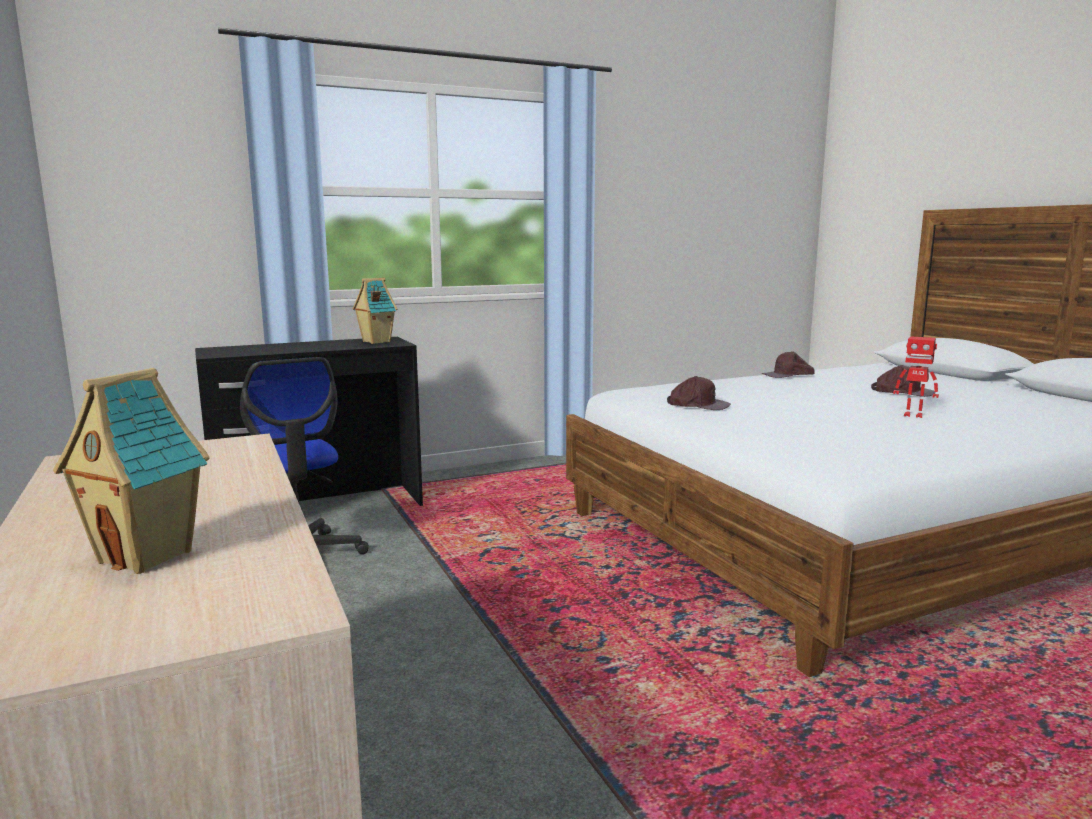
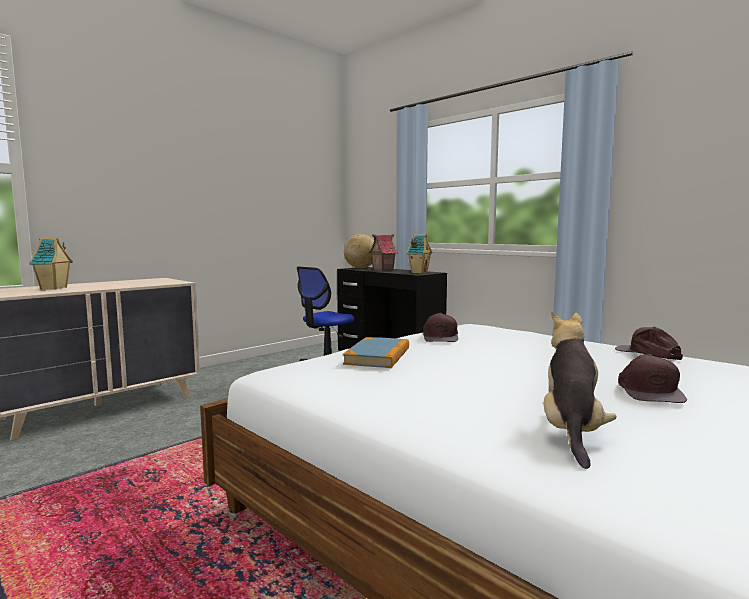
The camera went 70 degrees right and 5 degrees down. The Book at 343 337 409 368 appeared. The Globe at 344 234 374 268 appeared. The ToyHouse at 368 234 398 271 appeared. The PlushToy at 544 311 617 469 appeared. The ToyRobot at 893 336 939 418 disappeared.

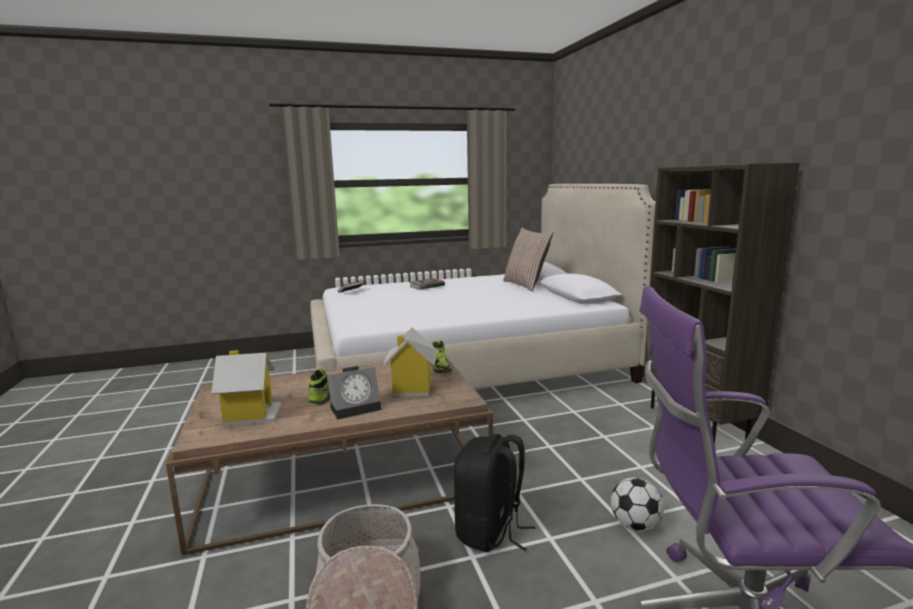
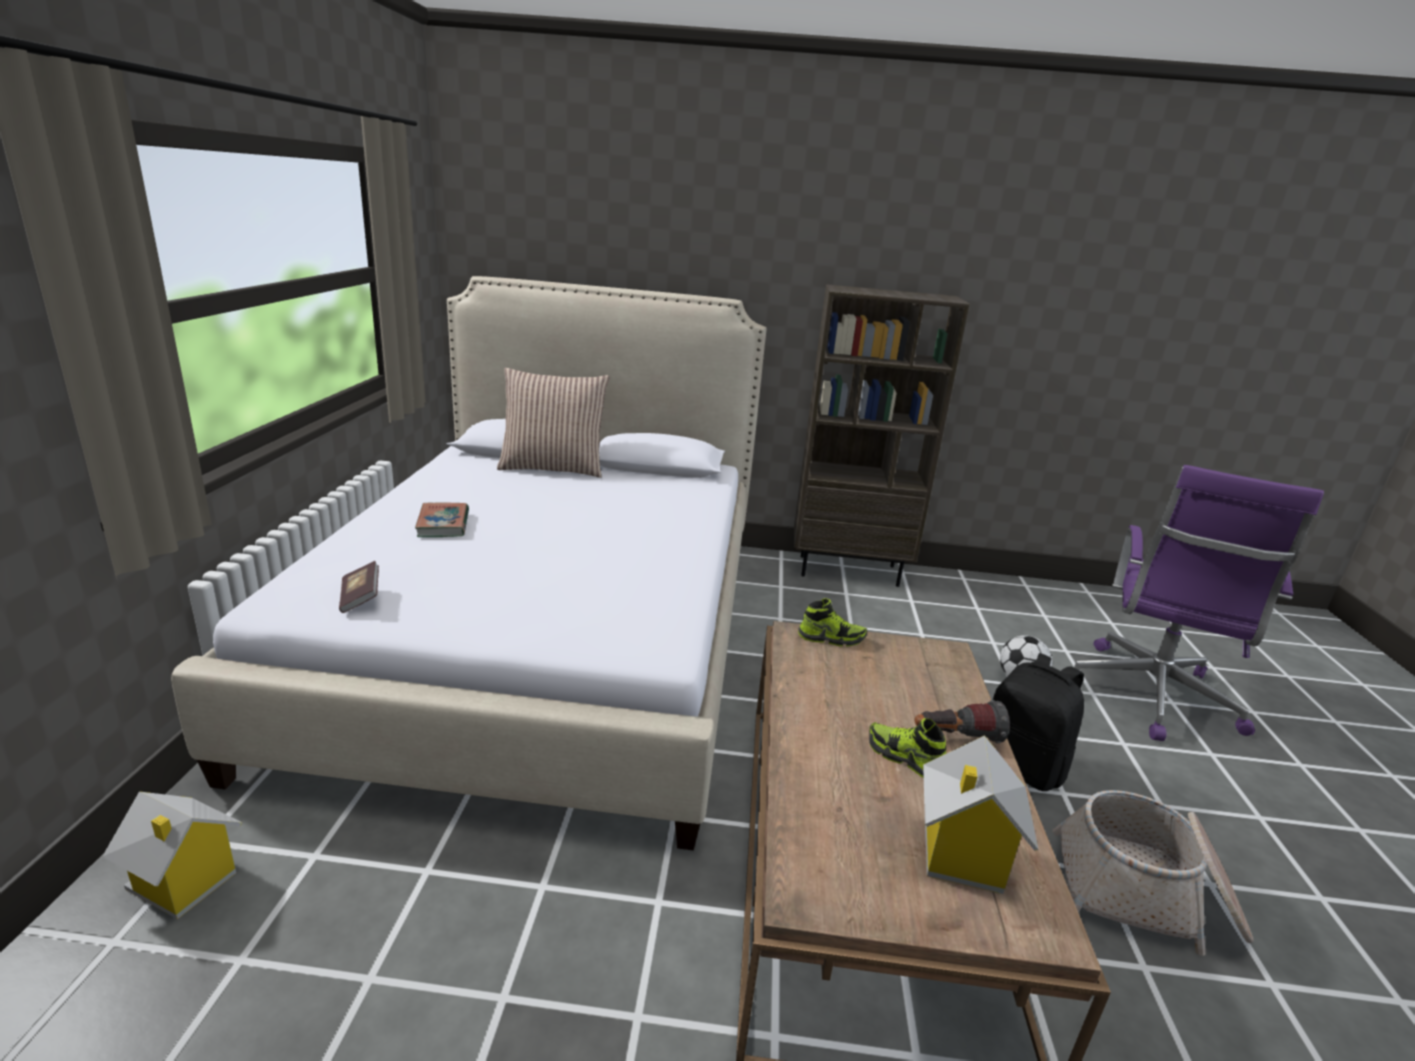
The camera went 70 degrees left and 10 degrees up. The ToyHouse moved from 383 327 437 396 to 102 791 242 919. The AlarmClock at 327 366 381 419 was replaced by the Flashlight at 915 700 1010 743.

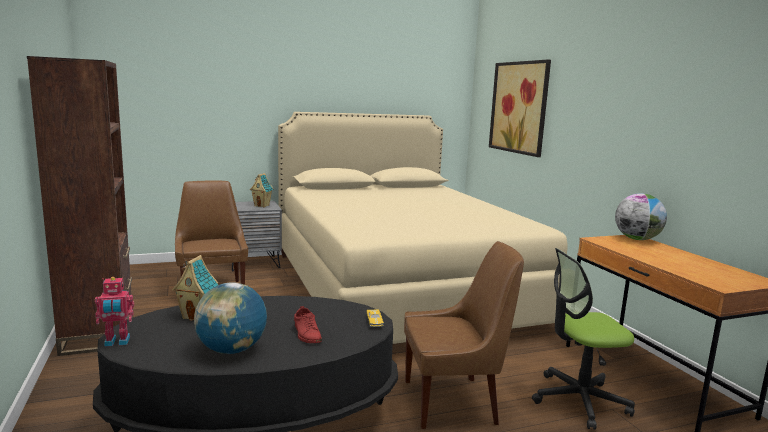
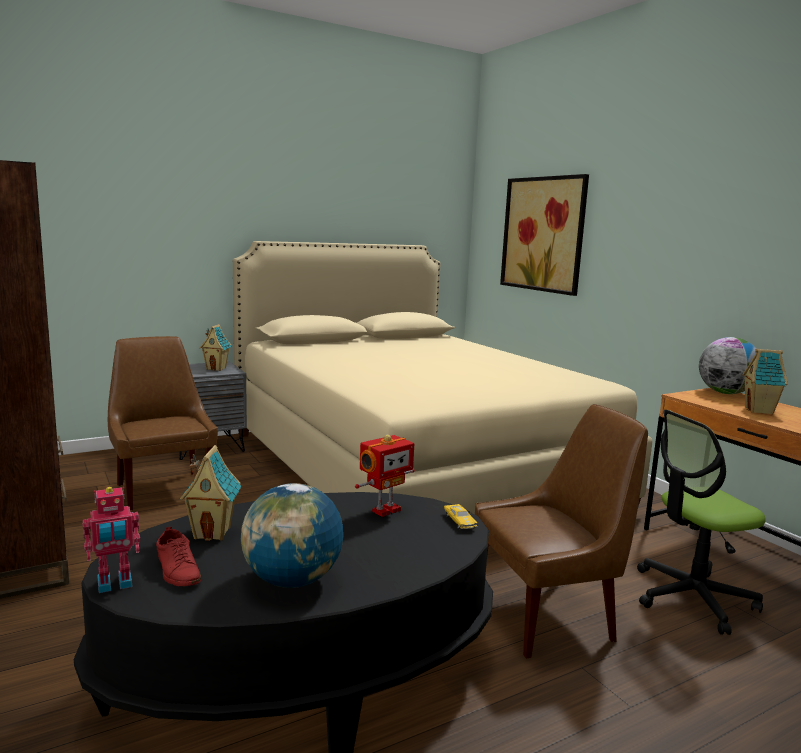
The camera went 10 degrees left and 0 degrees up. The RedShoe moved from 294 306 322 343 to 156 526 201 586. The ToyRobot at 355 435 415 517 appeared. The ToyHouse at 743 349 788 414 appeared.

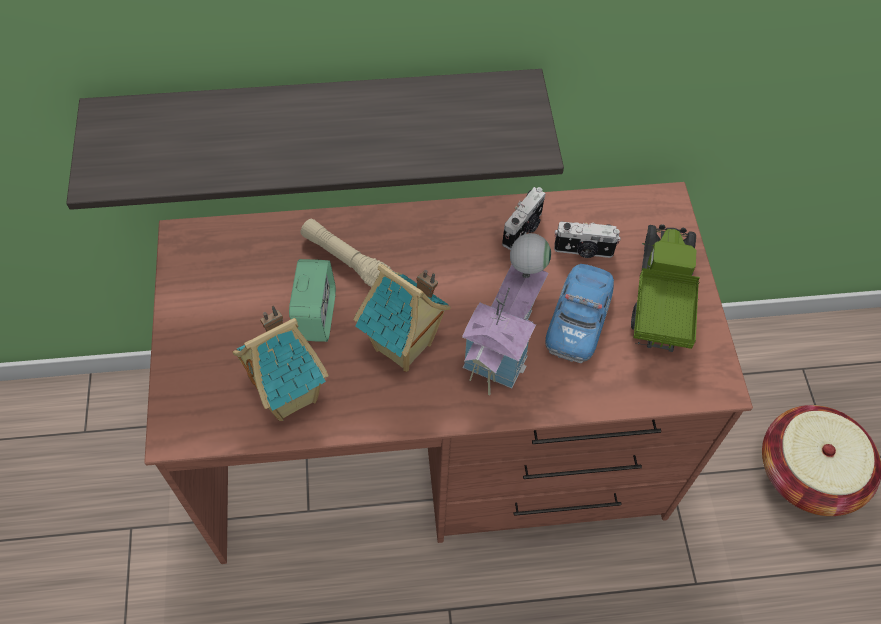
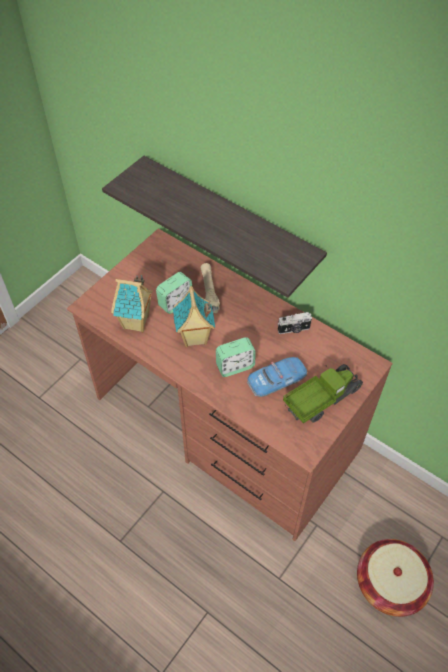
The camera went 45 degrees right and 5 degrees down. The ToyHouse at 462 233 551 395 was replaced by the AlarmClock at 216 337 256 377. The PhotoCamera at 554 222 621 258 disappeared.

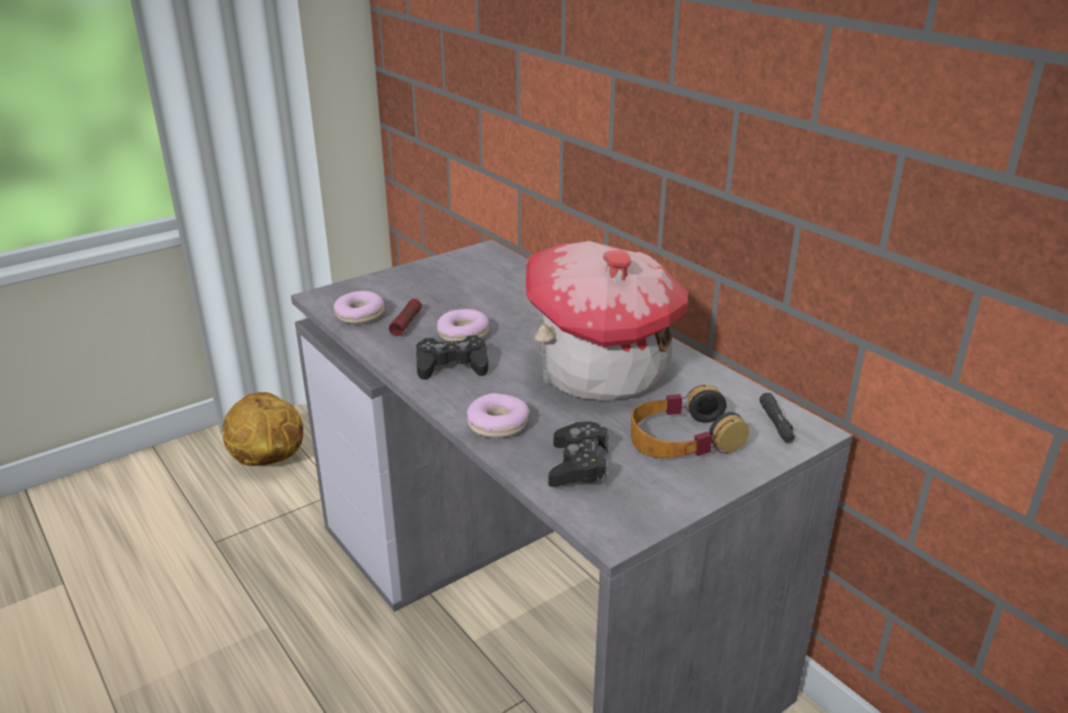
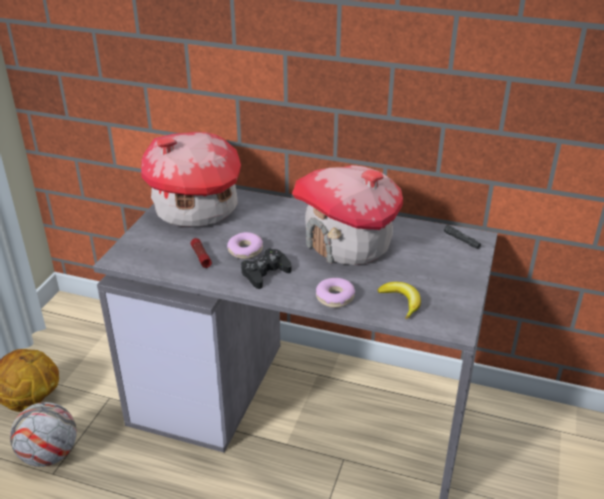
The camera went 35 degrees left and 5 degrees up. The Football at 10 402 77 467 appeared. The ToyHouse at 141 132 241 226 appeared. The BlackGameController at 548 421 609 487 was replaced by the Banana at 378 282 421 319. The Donut at 333 291 384 324 disappeared. The Headphones at 631 385 750 458 disappeared.

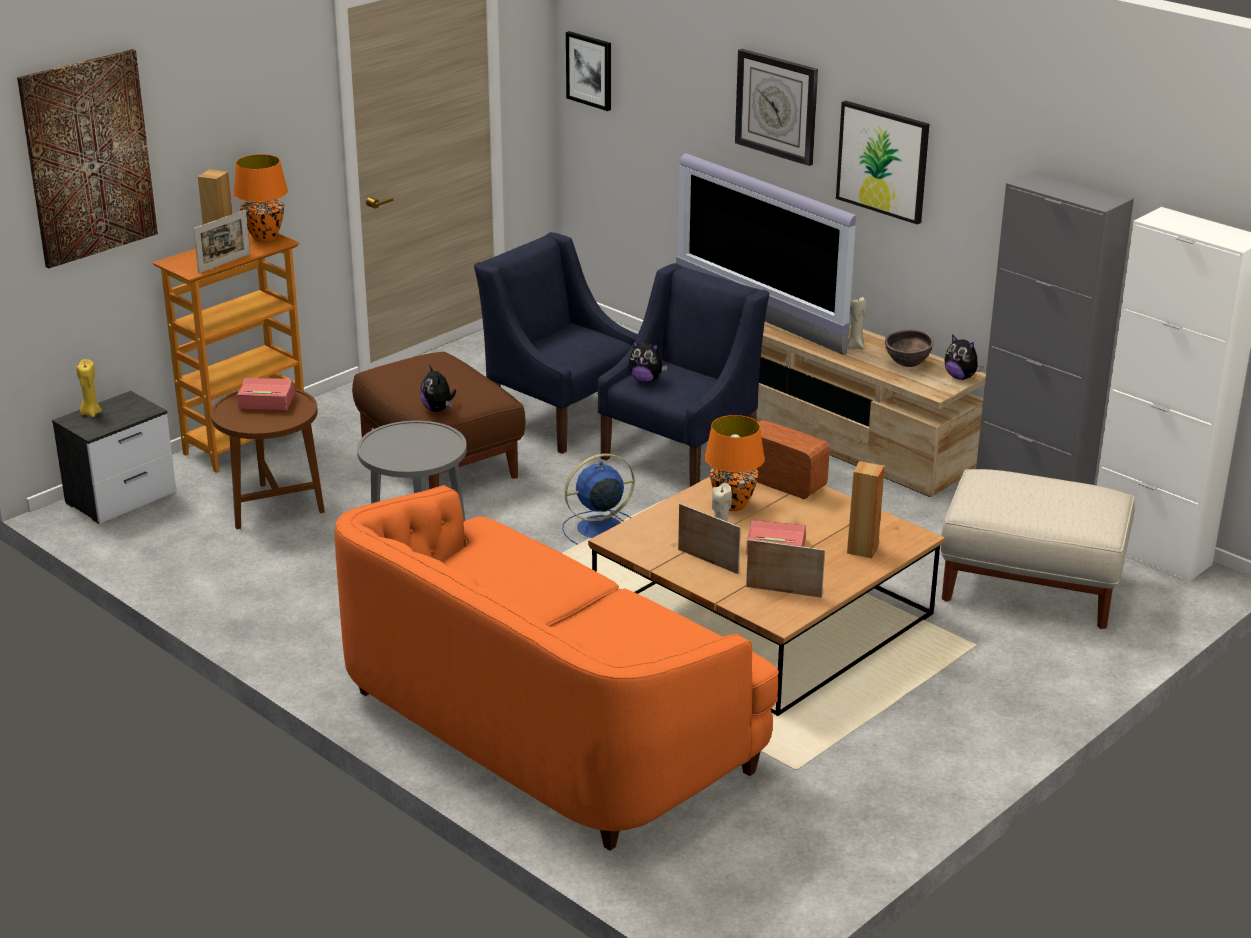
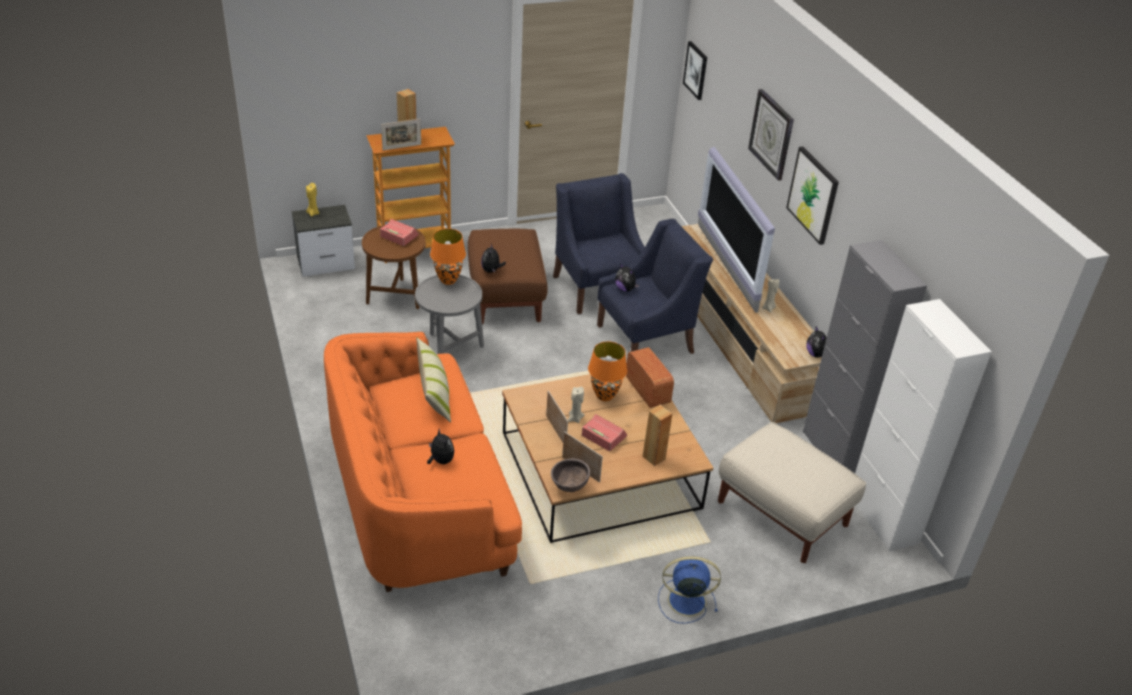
The camera went 25 degrees right and 10 degrees up. The Pillow at 416 337 451 423 appeared. The PlushToy at 427 429 454 464 appeared. The OrangeTableLamp moved from 233 154 288 242 to 430 229 466 285. The BrownBowl moved from 885 329 934 367 to 551 458 590 492. The BlueFan moved from 562 453 635 545 to 658 556 721 624. The Picture at 17 49 158 269 disappeared.

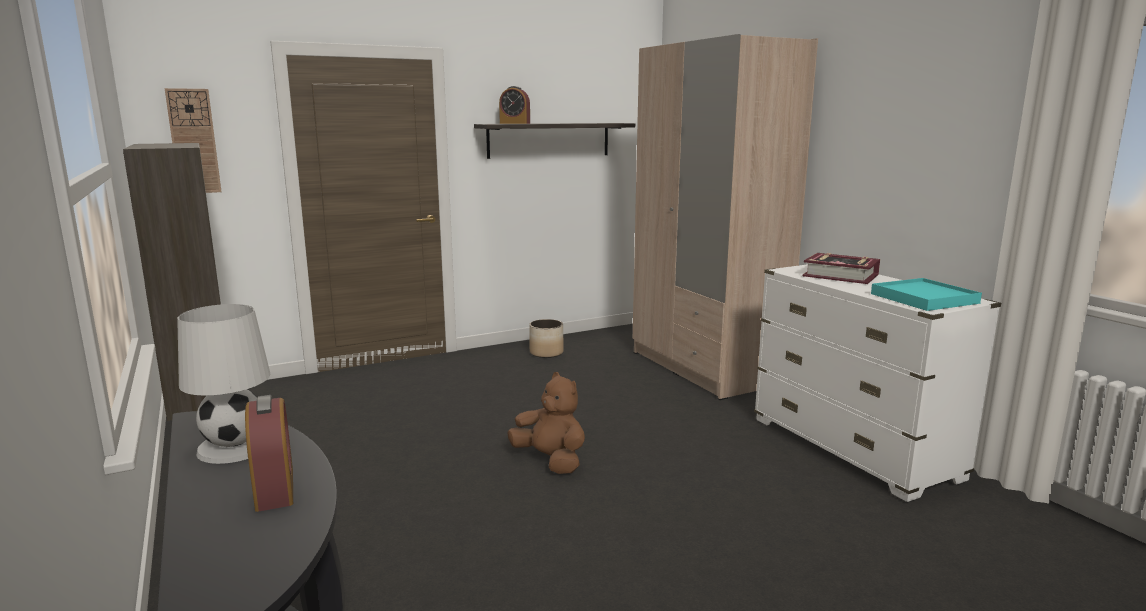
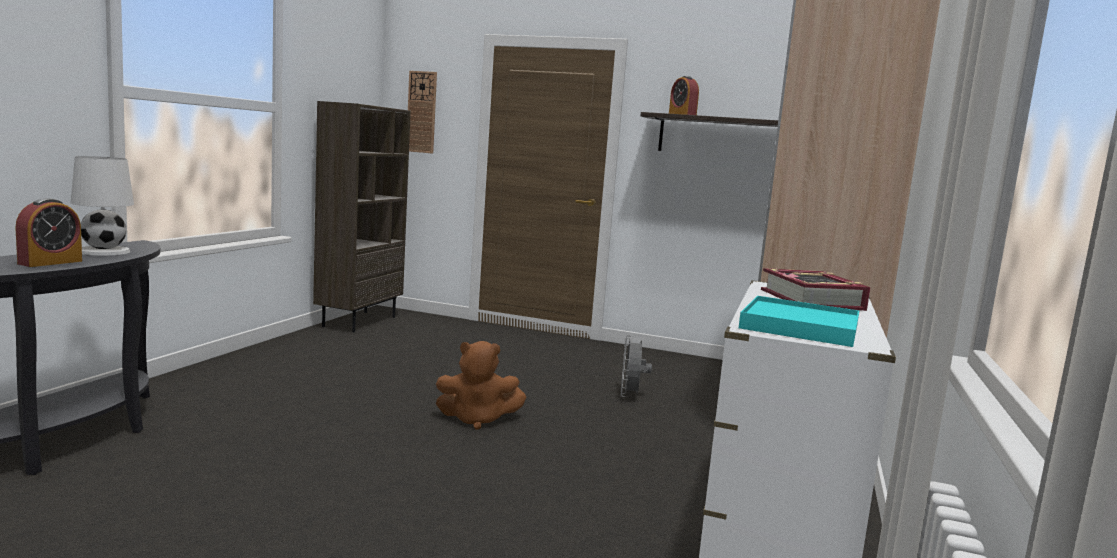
The camera went 45 degrees right and 5 degrees down. The BrownPlushToy at 507 372 585 474 turned 90 degrees clockwise. The GreyFan at 621 335 652 397 appeared. The Planter at 530 319 564 358 disappeared.

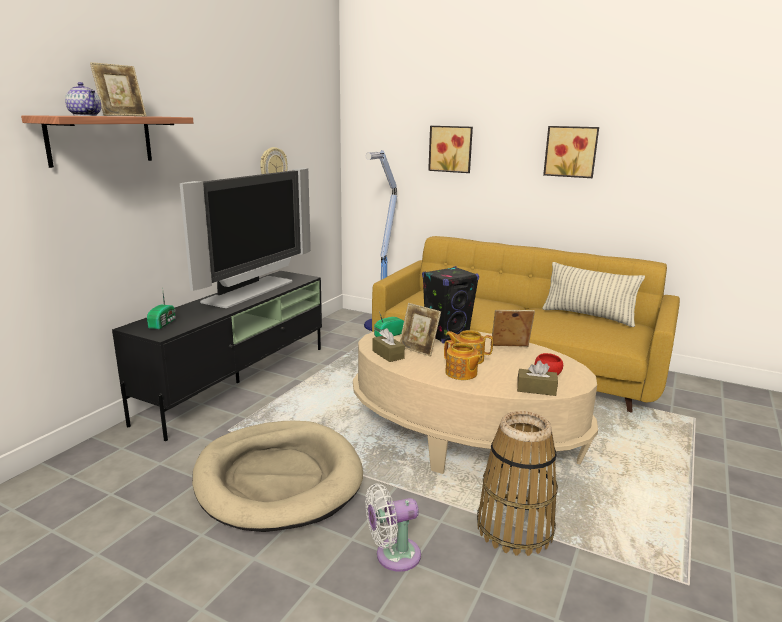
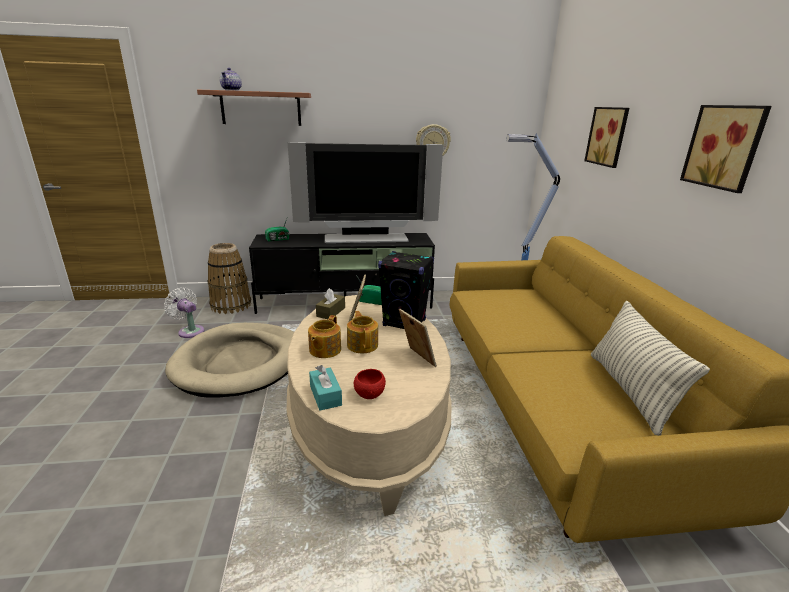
The camera went 55 degrees right and 5 degrees up. The WhiteFan moved from 365 483 421 572 to 164 288 205 338. The Basket moved from 477 411 558 556 to 207 243 251 314. The BrownTissueBox at 517 360 558 396 became the TurquoiseTissueBox at 309 365 342 411. The PictureFrame at 90 62 146 116 disappeared.

